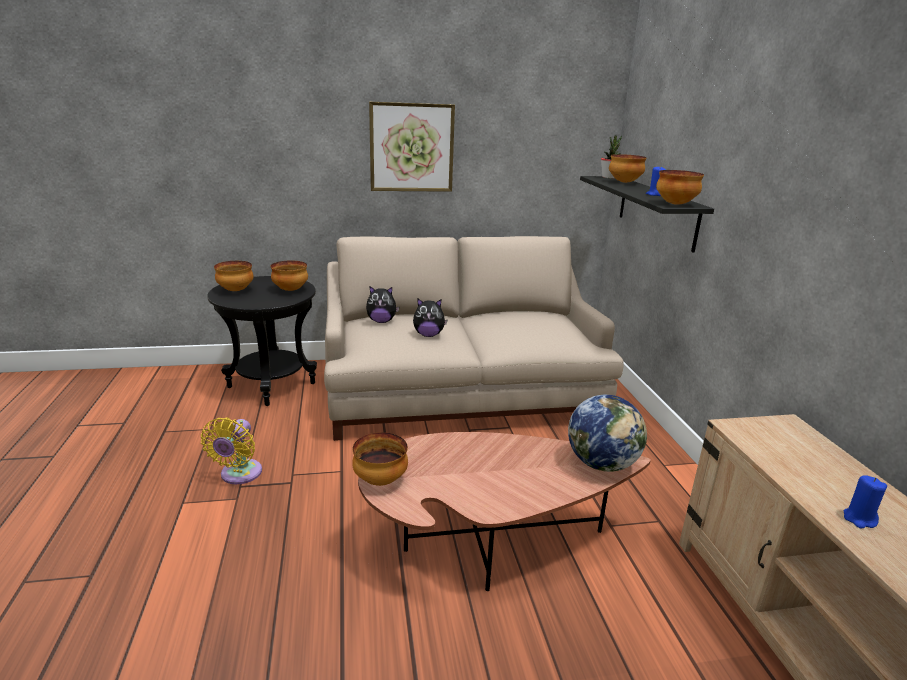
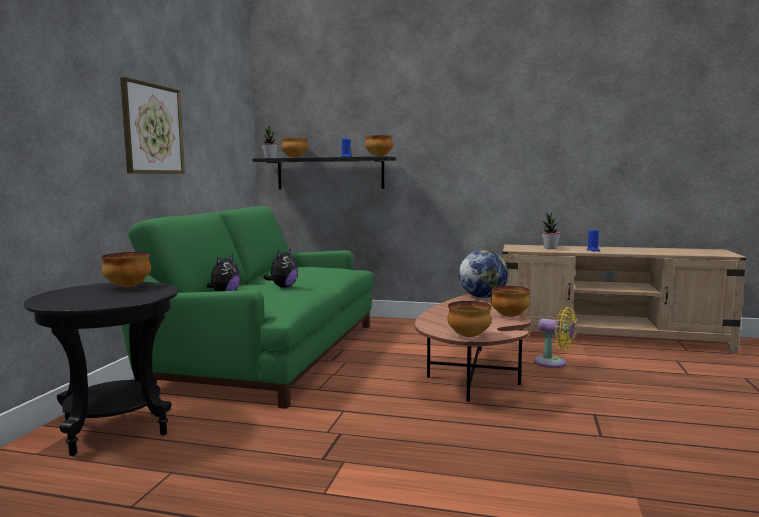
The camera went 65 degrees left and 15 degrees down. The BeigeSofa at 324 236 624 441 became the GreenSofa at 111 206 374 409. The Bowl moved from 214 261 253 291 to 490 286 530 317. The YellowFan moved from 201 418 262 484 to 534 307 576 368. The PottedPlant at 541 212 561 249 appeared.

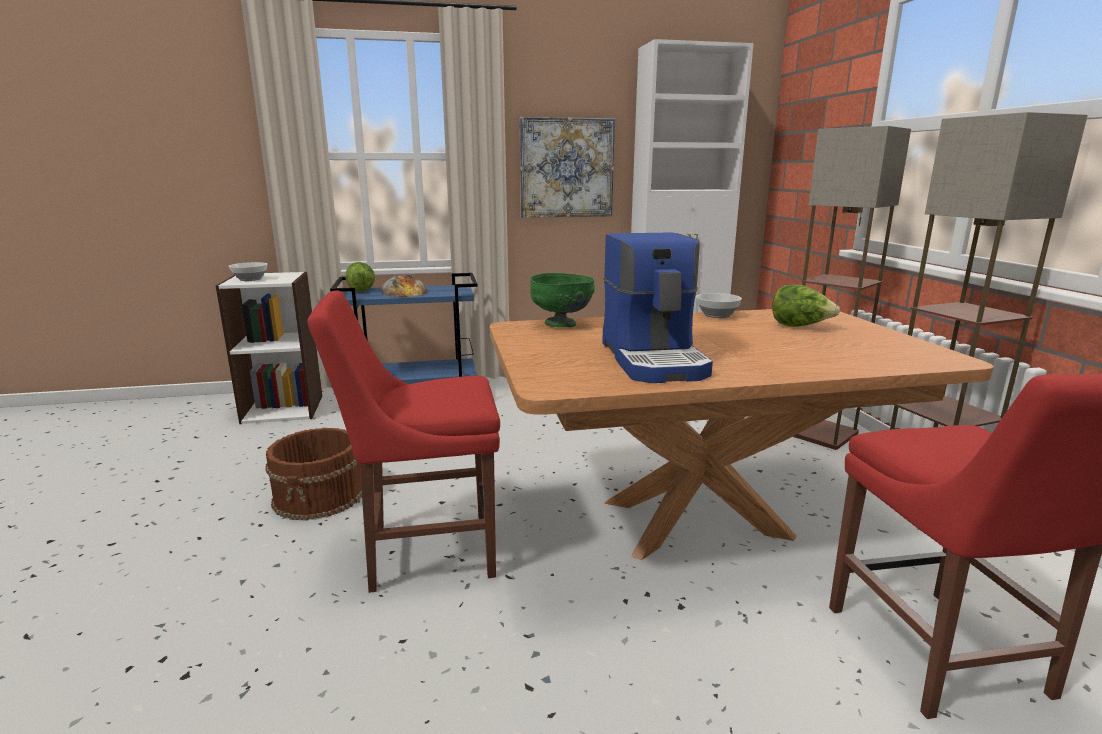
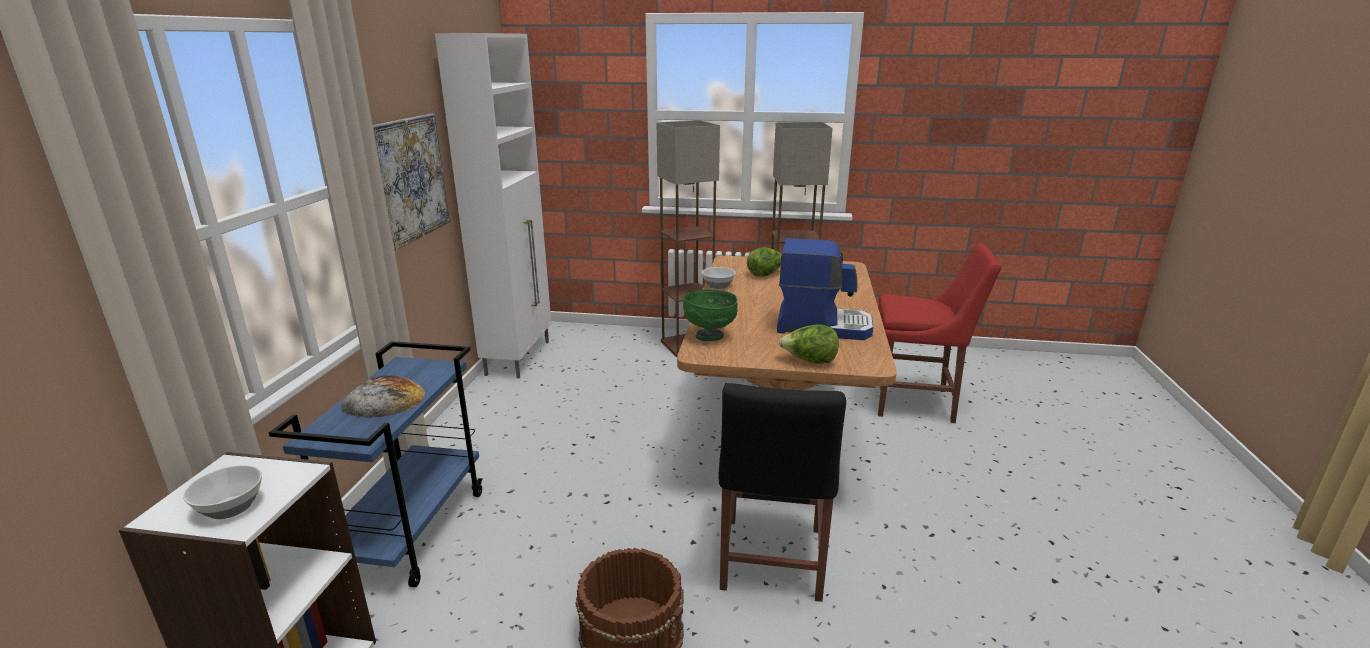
The camera went 70 degrees left and 5 degrees up. The RedChair at 307 290 500 593 became the BlackChair at 718 383 846 602. The Lettuce moved from 345 262 375 291 to 779 324 839 364.

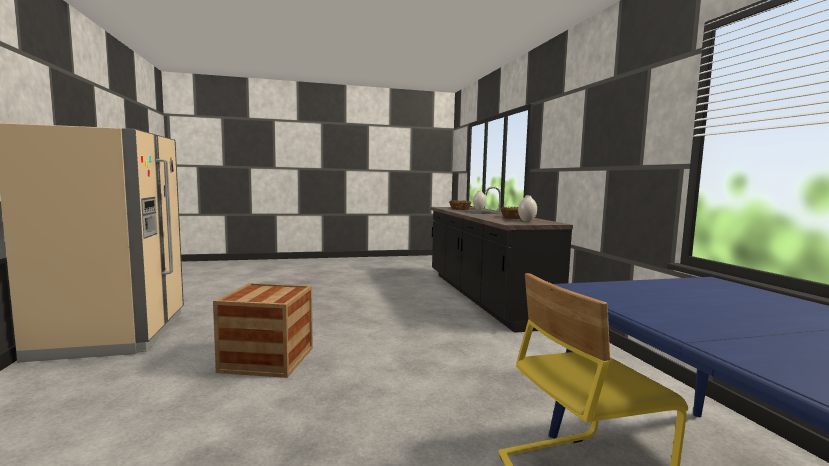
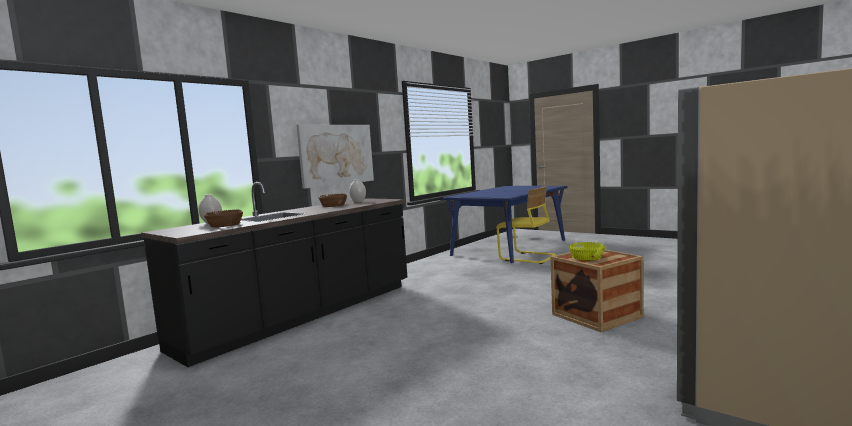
The camera went 125 degrees left and 0 degrees up. The Picture at 296 124 374 189 appeared. The YellowBowl at 569 242 605 261 appeared.

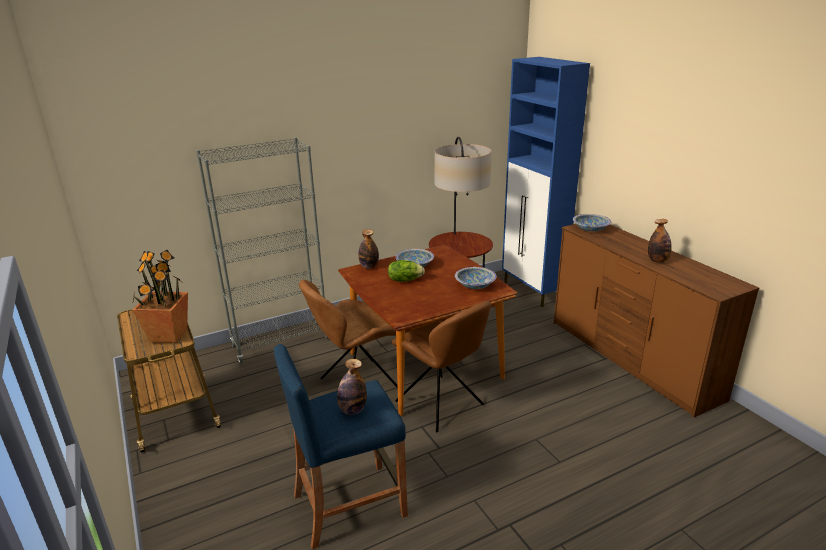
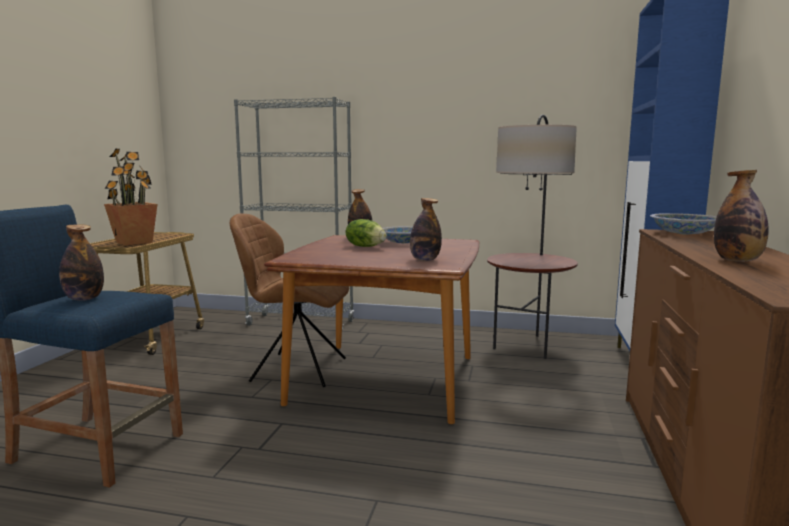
The camera went 40 degrees right and 15 degrees down. The Bowl at 455 267 497 289 was replaced by the Bottle at 410 198 442 261. The BrownChair at 392 300 491 432 disappeared.

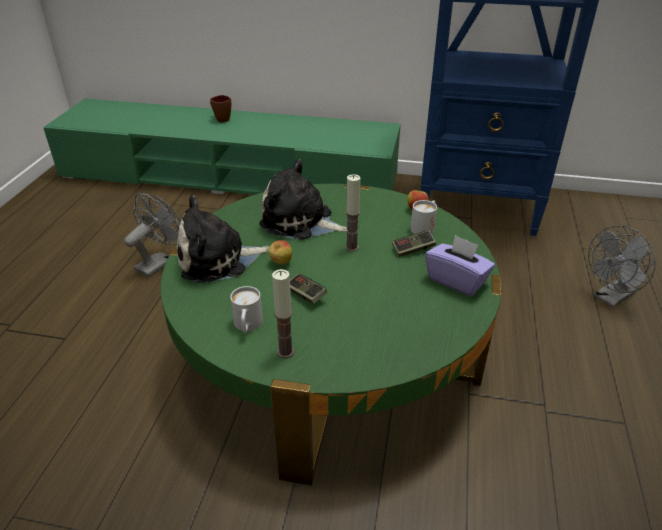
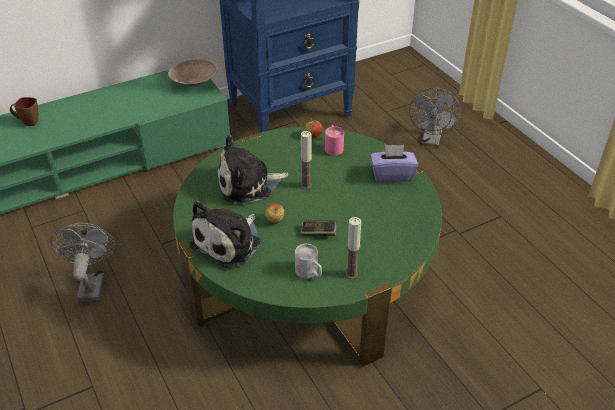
The camera went 40 degrees left and 5 degrees up. The BeigeBowl at 168 58 218 86 appeared. The WhiteMug at 411 200 437 234 became the PinkMug at 325 125 344 156. The GameController at 392 230 436 257 disappeared.

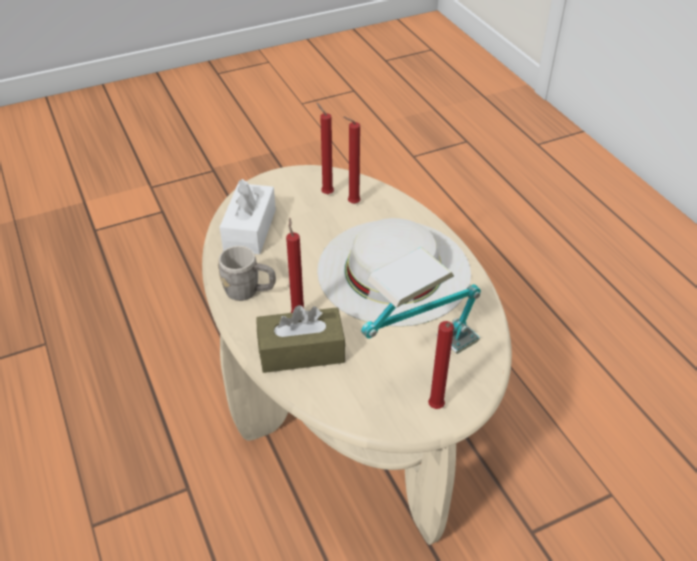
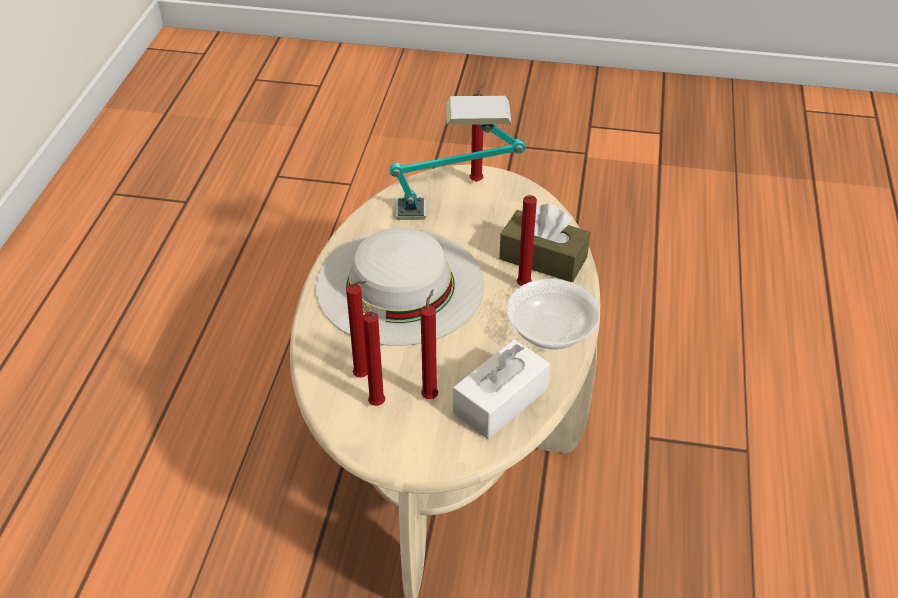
The camera went 145 degrees left and 0 degrees up. The RedCandle at 421 289 438 399 appeared. The GreyMug at 218 246 276 301 was replaced by the Bowl at 507 279 600 349.

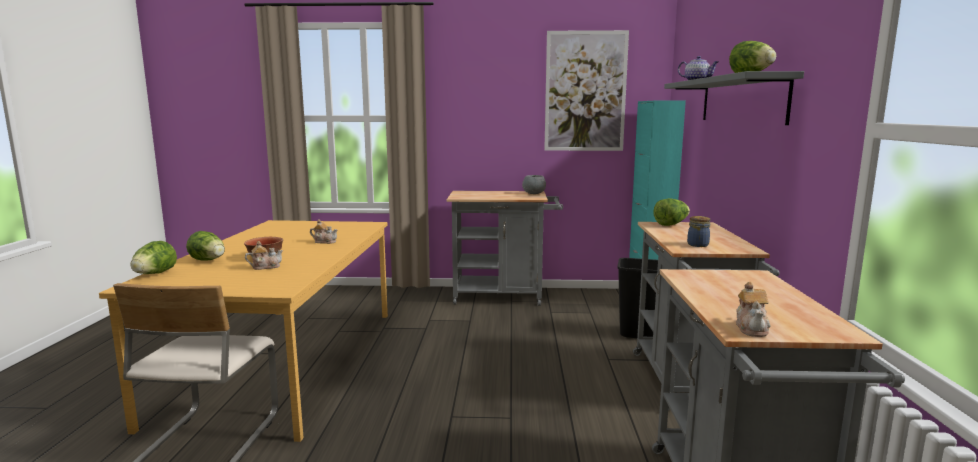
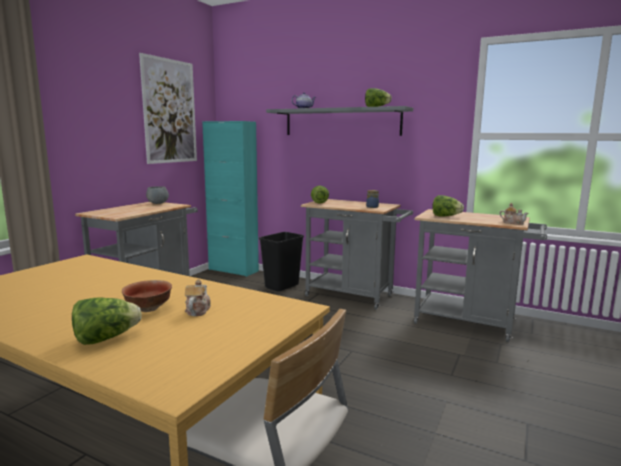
The camera went 65 degrees left and 0 degrees up. The Lettuce moved from 130 241 177 274 to 432 195 464 217. The Teapot at 310 219 338 244 disappeared.

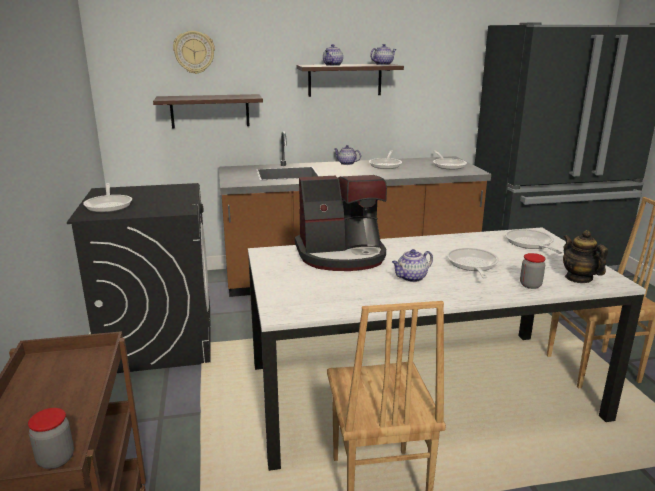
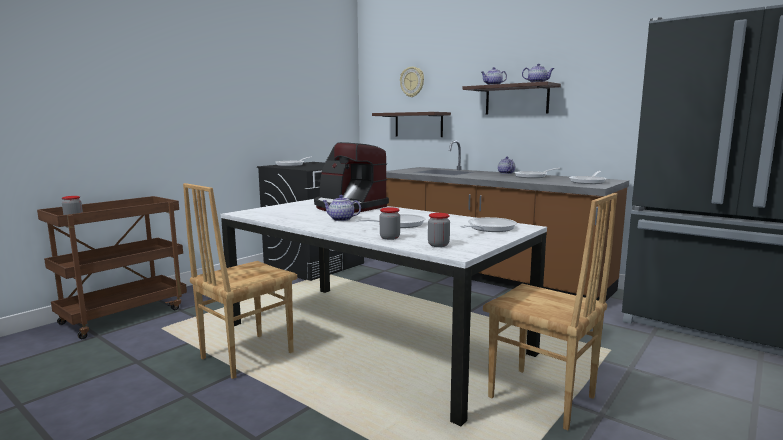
The camera went 50 degrees right and 10 degrees down. The Teapot at 563 230 608 283 was replaced by the Jar at 428 213 450 247.

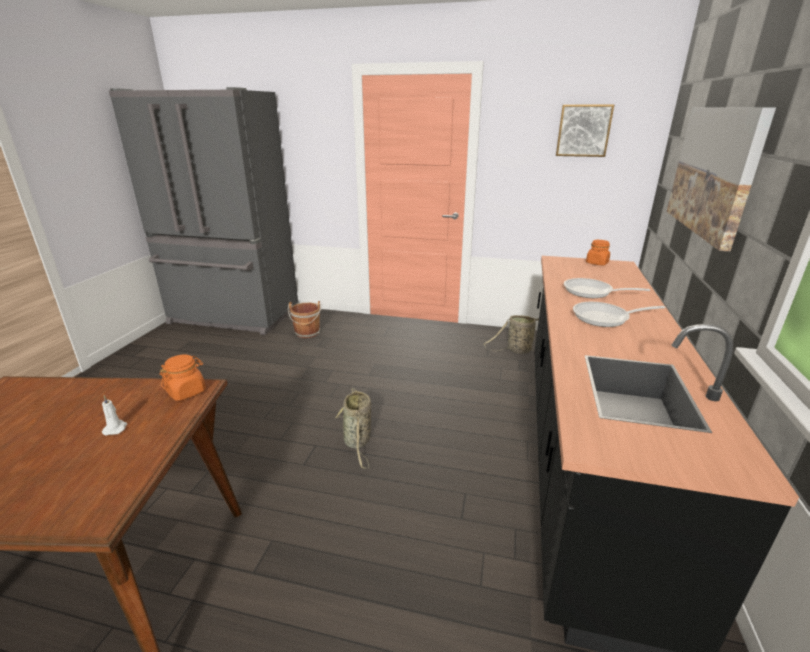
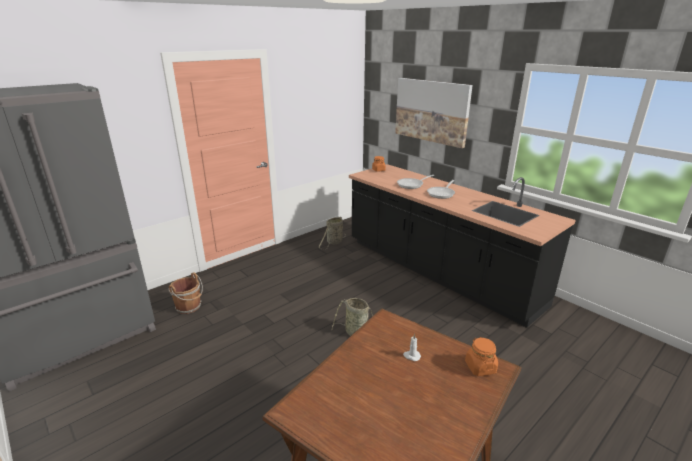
The camera went 55 degrees left and 0 degrees up. The OrangeJar moved from 160 355 206 401 to 465 337 498 376. The Picture at 556 105 614 157 disappeared.

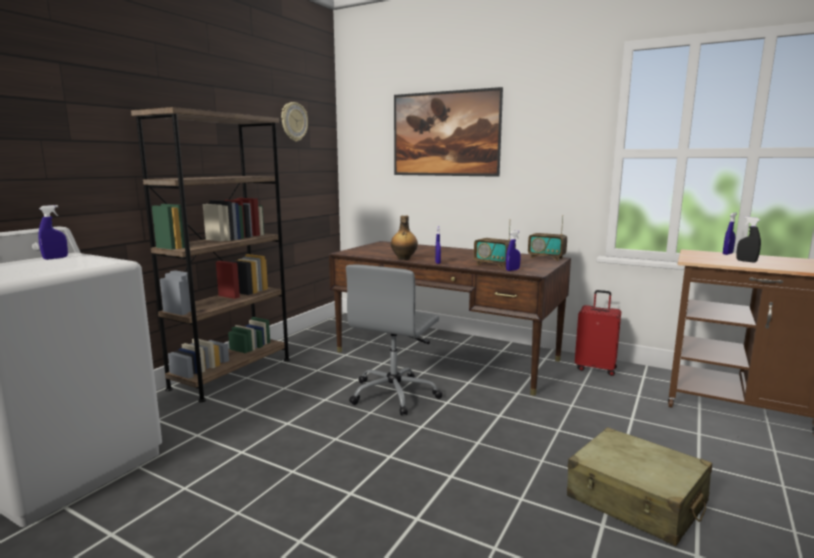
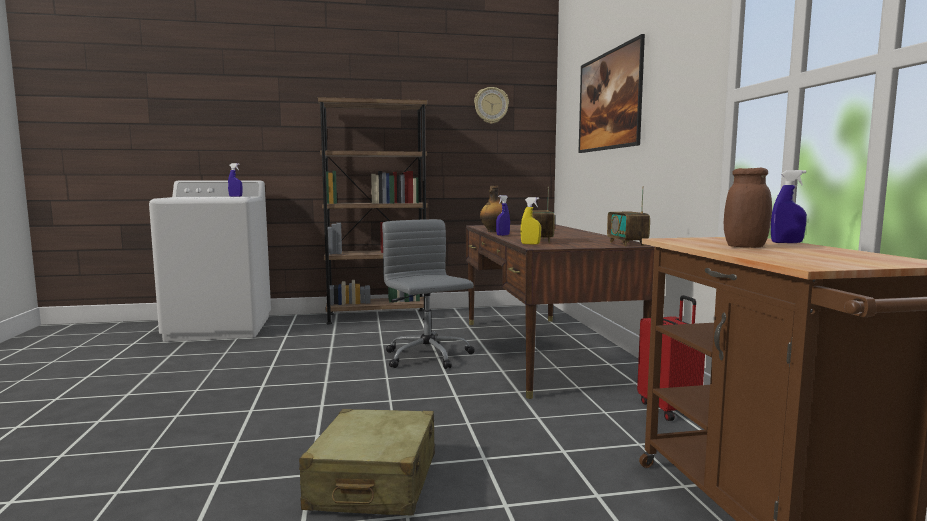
The camera went 50 degrees right and 5 degrees down. The GreyOfficeChair at 346 264 443 416 turned 75 degrees clockwise. The BlueSprayBottle at 506 231 521 271 became the YellowSprayBottle at 521 197 541 245. The BlackSprayBottle at 736 217 761 262 was replaced by the BrownJar at 724 168 772 248.

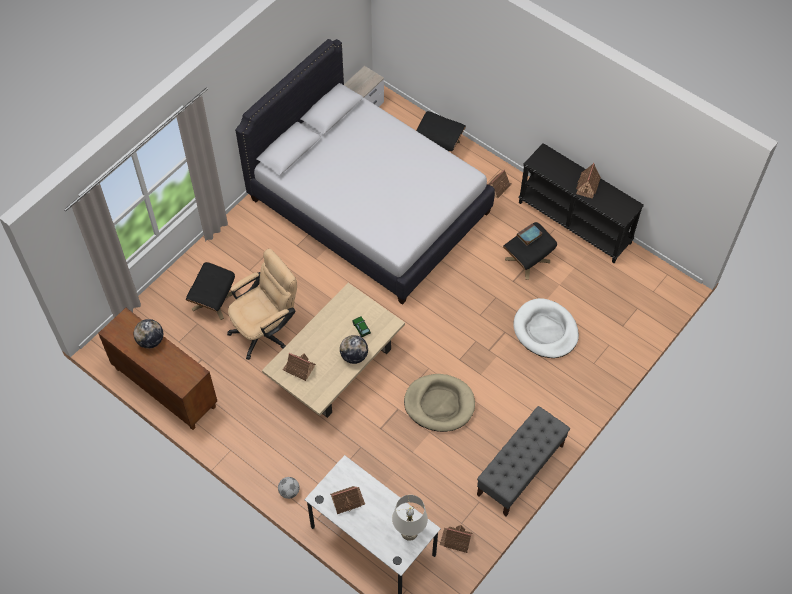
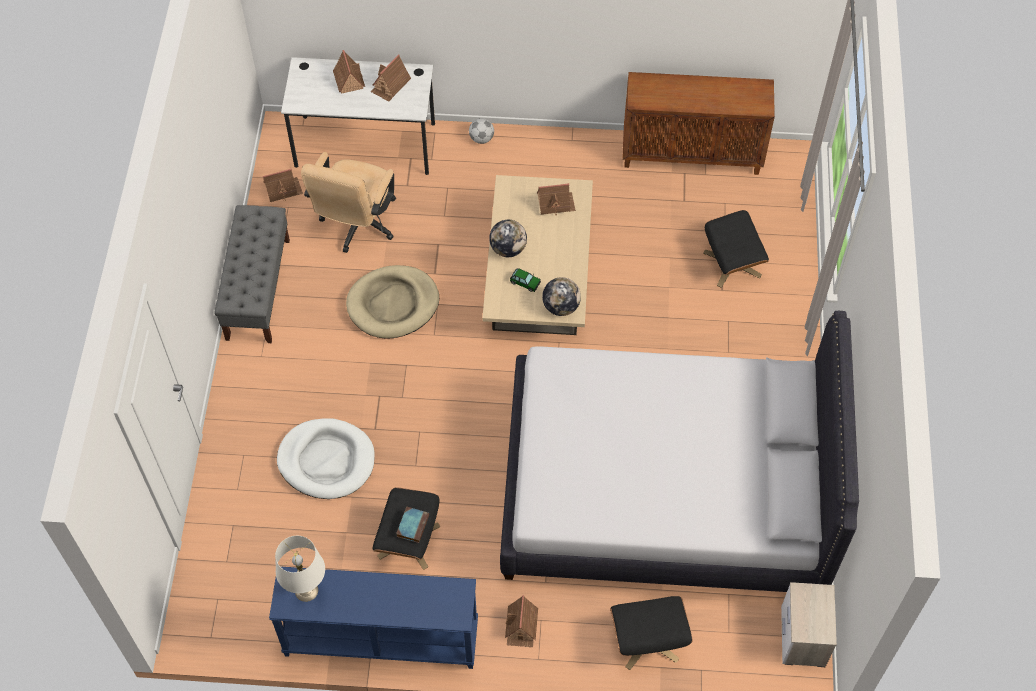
The camera went 145 degrees right and 0 degrees up. The BlackConsoleTable at 519 143 644 263 became the BlueConsoleTable at 269 566 478 669. The WhiteTableLamp moved from 392 495 428 541 to 275 536 325 602. The BeigeOfficeChair moved from 227 249 297 360 to 301 152 396 253. The ToyHouse moved from 576 163 601 199 to 333 50 365 94. The Globe moved from 134 319 163 349 to 542 277 581 316.

